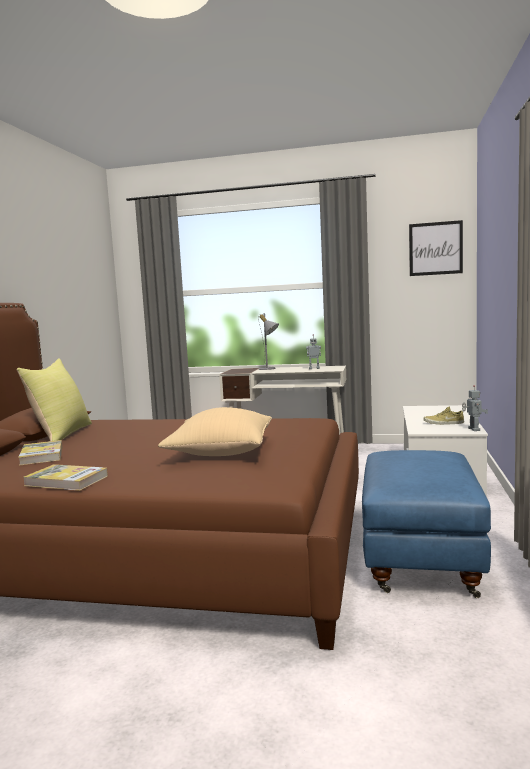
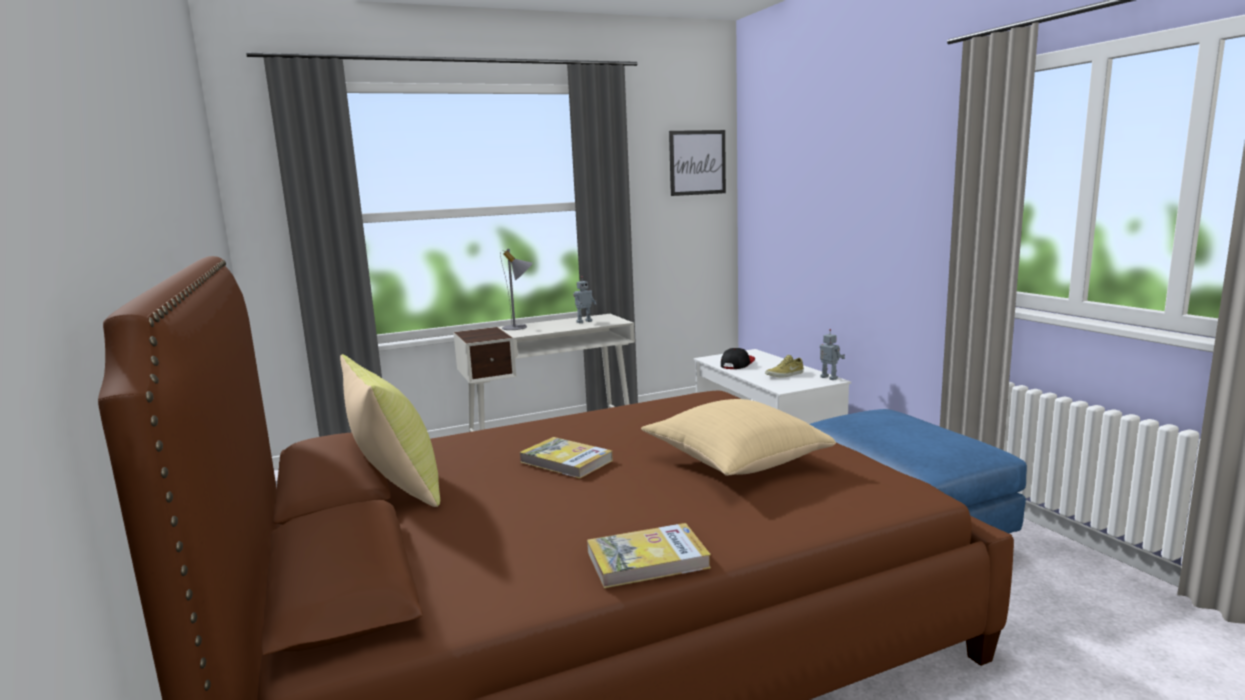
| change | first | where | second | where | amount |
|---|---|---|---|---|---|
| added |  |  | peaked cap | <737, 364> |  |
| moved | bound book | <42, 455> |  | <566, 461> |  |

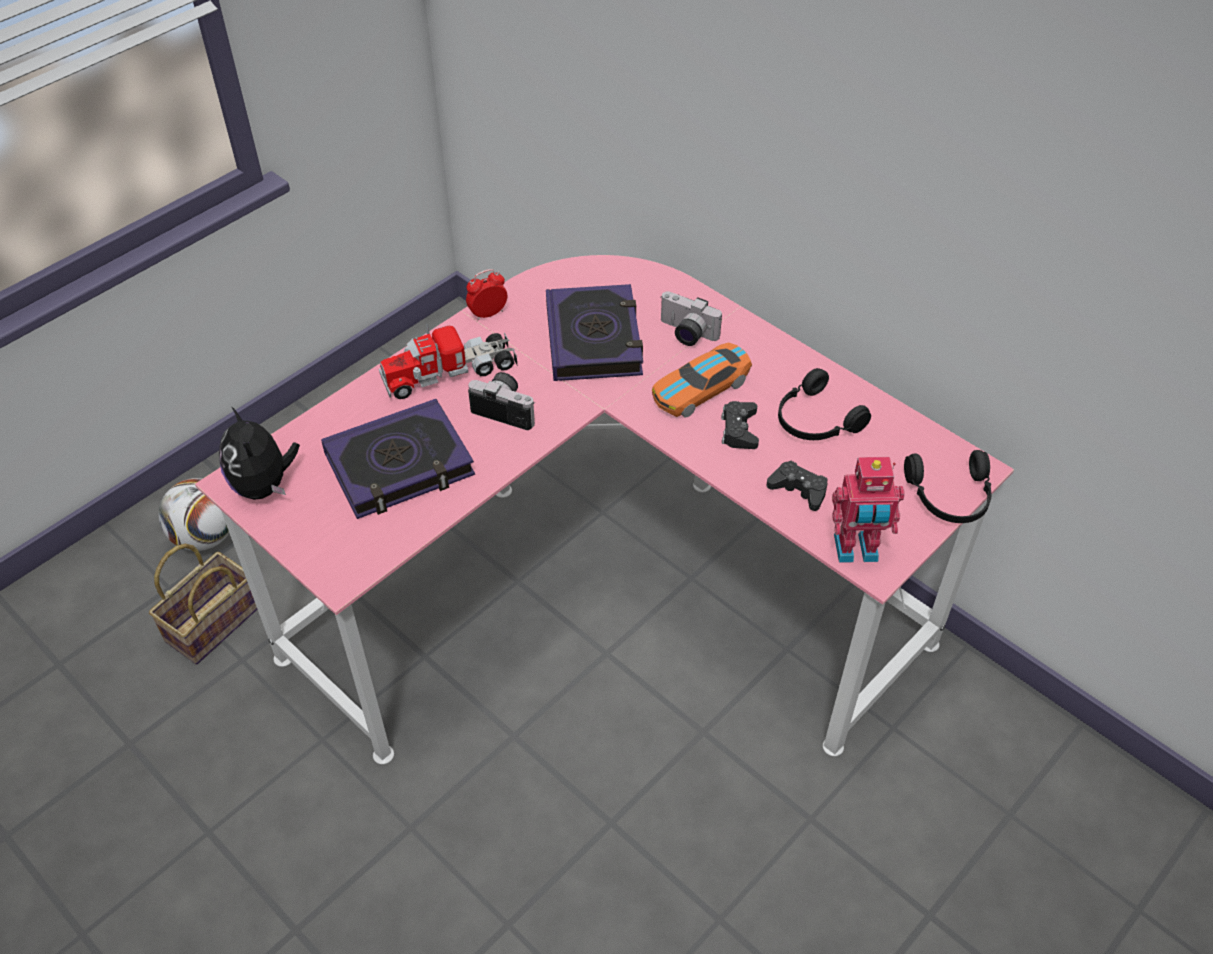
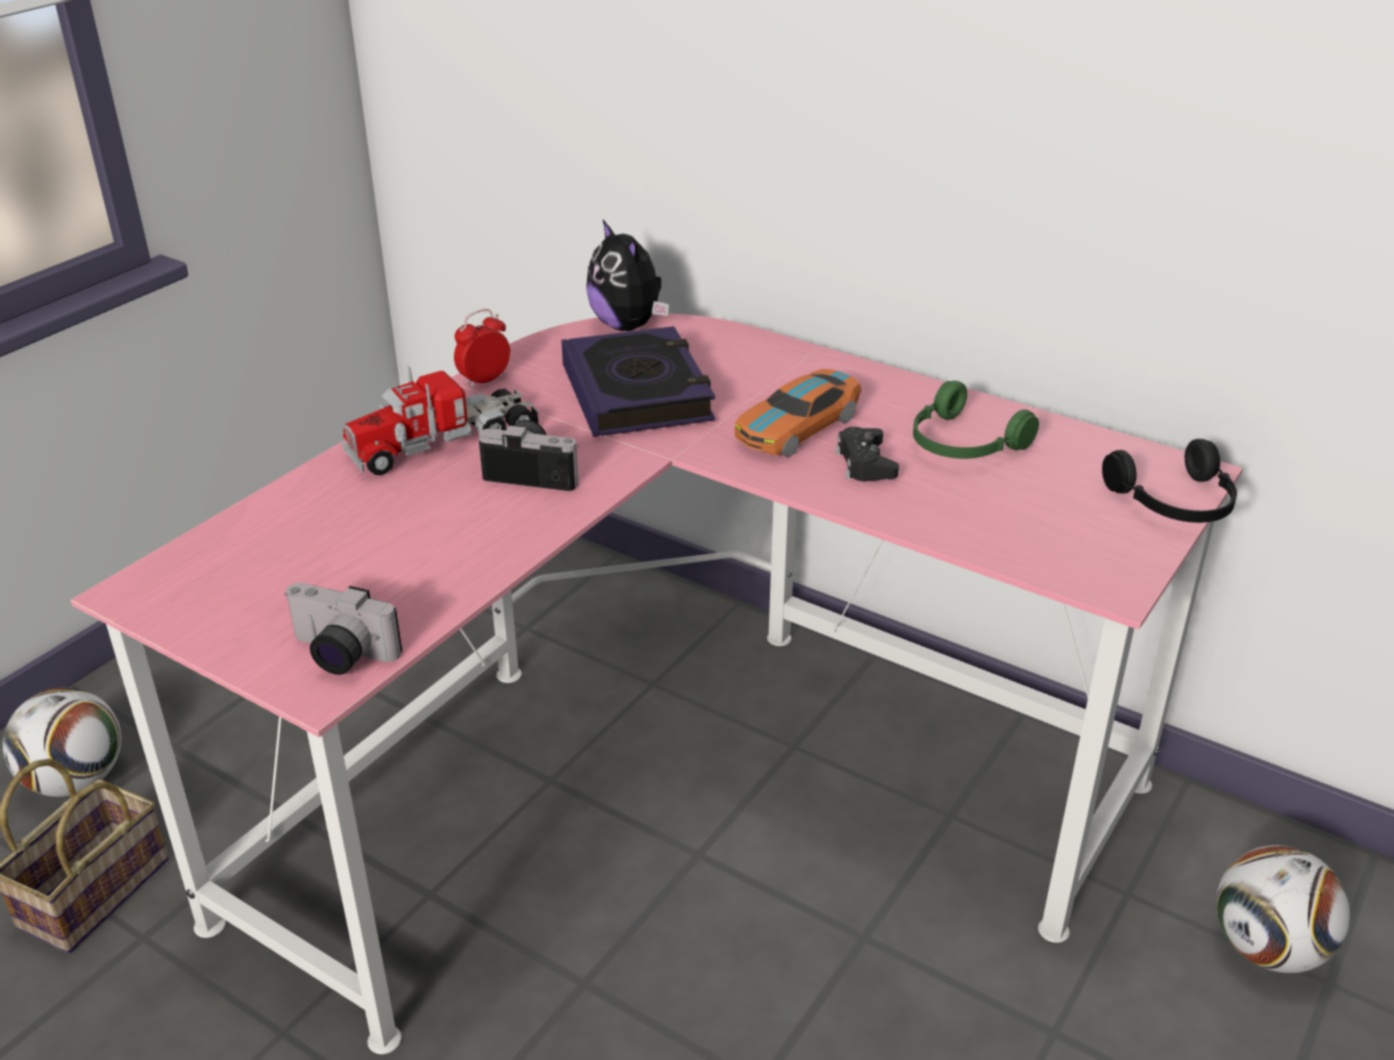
| change | first | where | second | where | amount |
|---|---|---|---|---|---|
| removed | bound book | <400, 466> |  |  |  |
| removed | gamepad (blackish) | <798, 490> |  |  |  |
| removed | model robot | <856, 551> |  |  |  |
| added |  |  | football ball | <1268, 949> |  |
| moved | soft toy | <264, 485> |  | <628, 326> |  |
| moved | photo camera | <685, 333> |  | <338, 655> |  |
| recoloured | headset (blackish) | <815, 420> | headset (greenish) | <962, 444> |  |

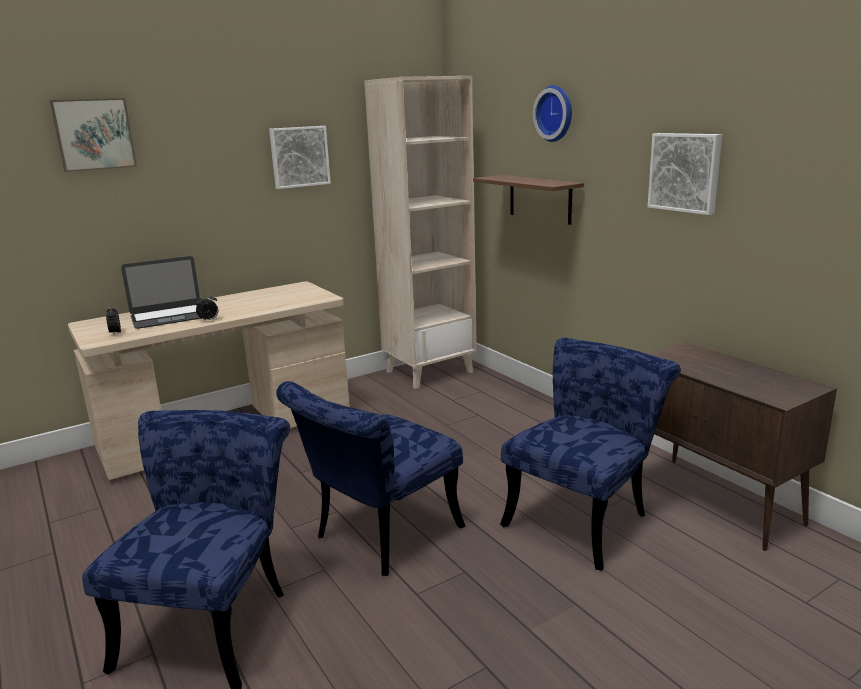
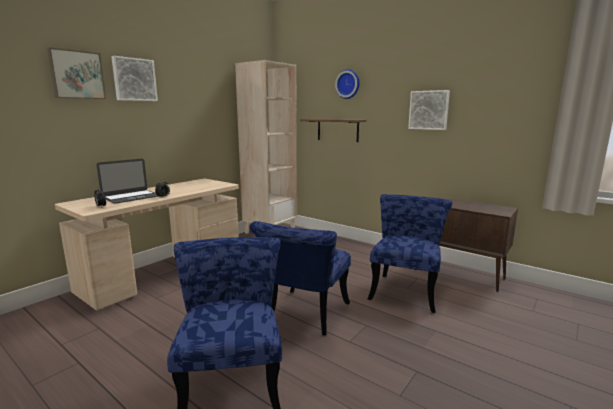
| change | first | where | second | where | amount |
|---|---|---|---|---|---|
| moved | wall art | <299, 156> |  | <134, 79> |  |

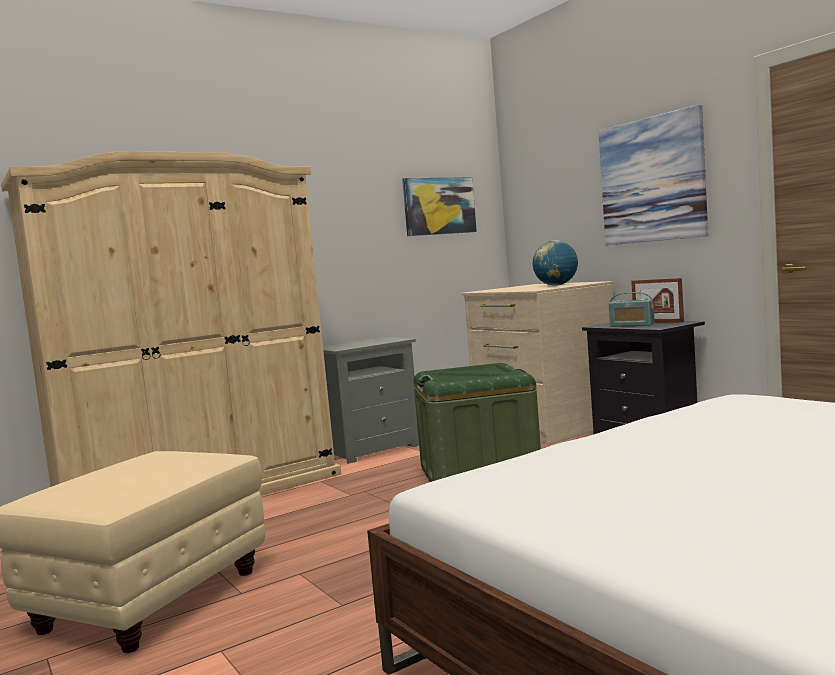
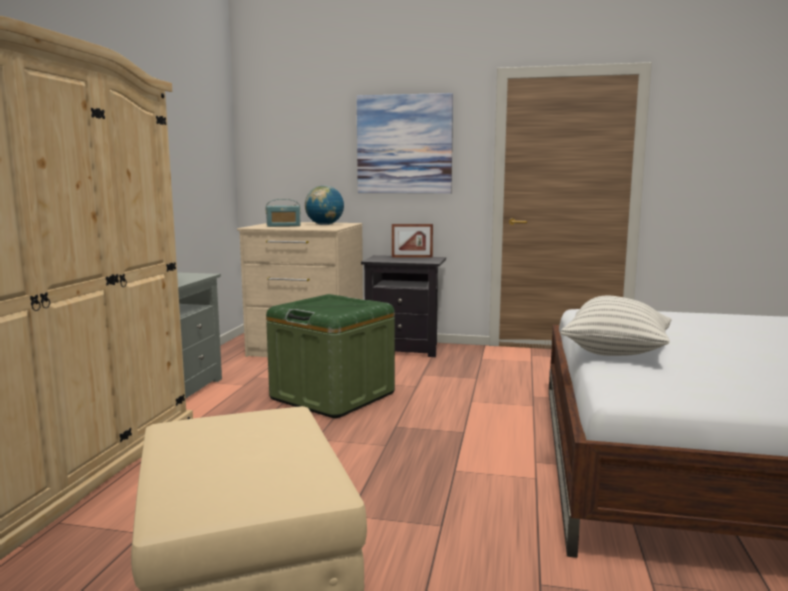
| change | first | where | second | where | amount |
|---|---|---|---|---|---|
| removed | wall art | <439, 206> |  |  |  |
| added |  |  | throw pillow | <616, 353> |  |
| moved | radio set | <632, 325> |  | <283, 226> |  |

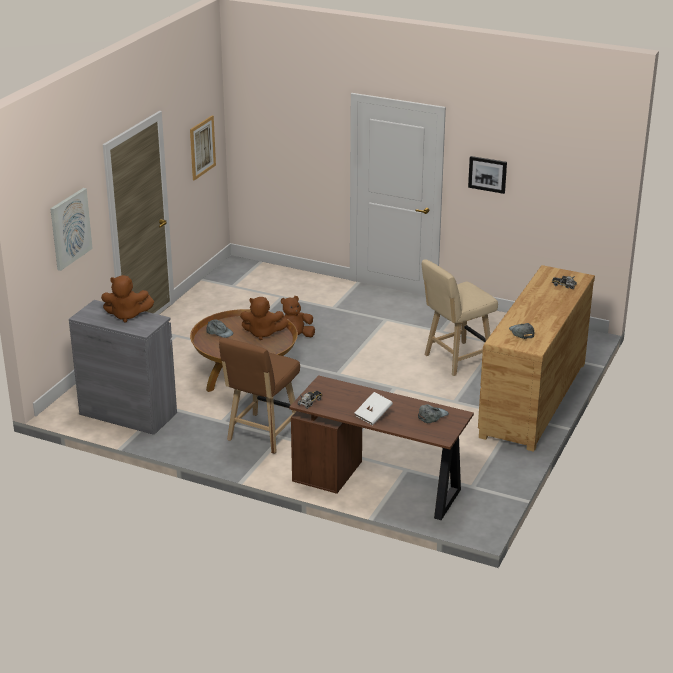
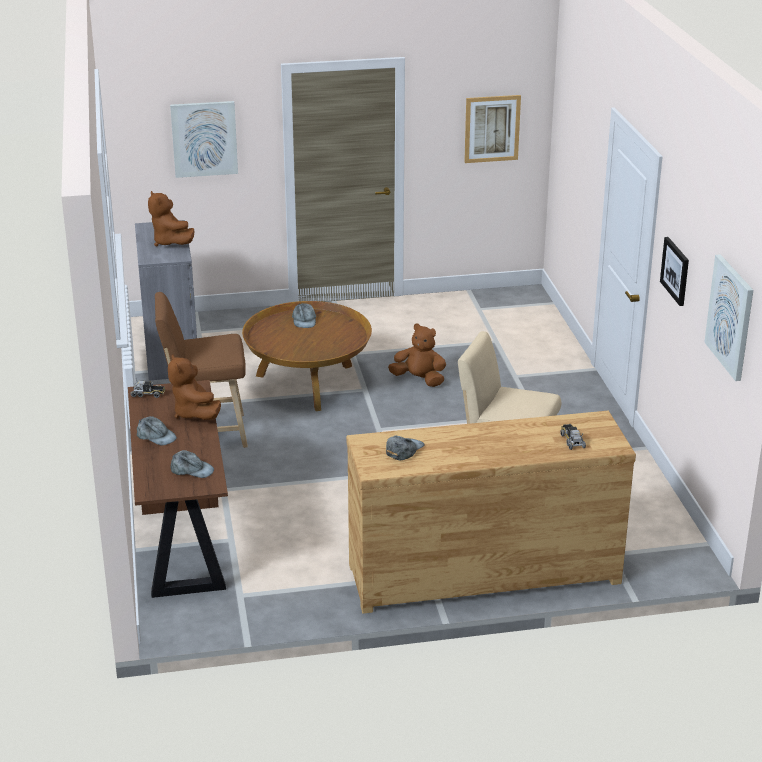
| change | first | where | second | where | amount |
|---|---|---|---|---|---|
| added |  |  | wall art | <730, 317> |  |
| moved | soft toy (brown) | <262, 333> |  | <194, 413> |  |
| replaced | bound book (white) | <373, 415> | peaked cap (grey) | <156, 436> |  |

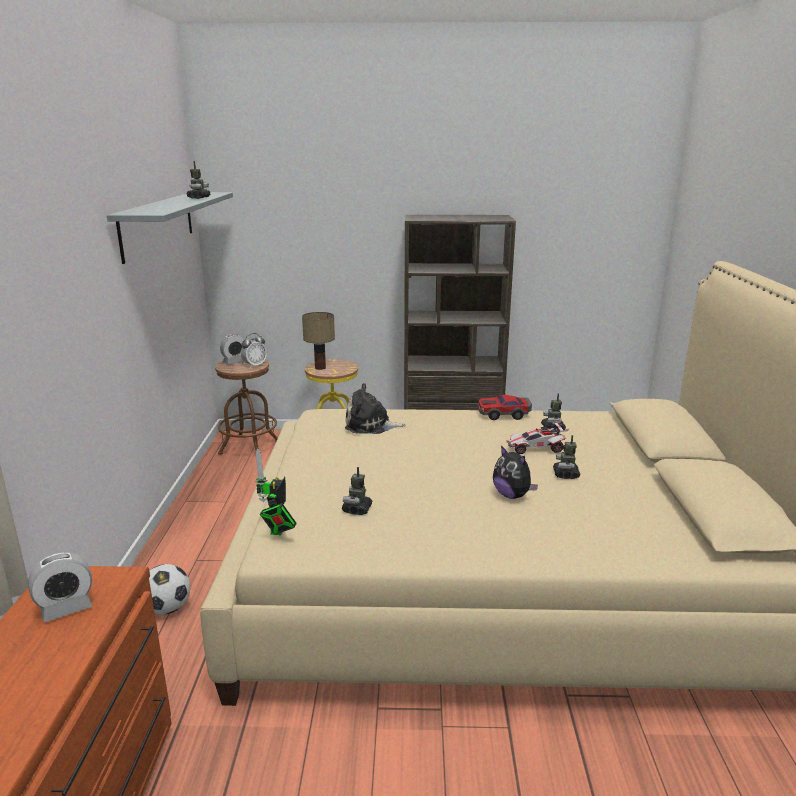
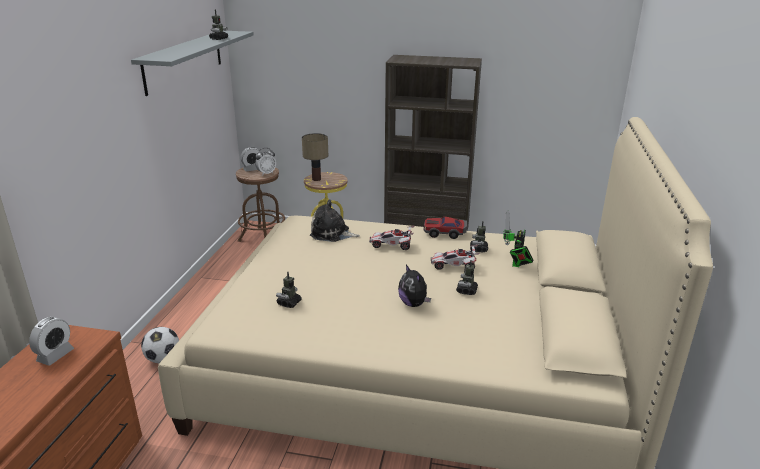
| change | first | where | second | where | amount |
|---|---|---|---|---|---|
| added |  |  | toy car | <391, 245> |  |
| moved | model robot | <278, 531> |  | <516, 264> |  |
| turned | table clock | <66, 608> |  | <55, 355> | 45 degrees counterclockwise |

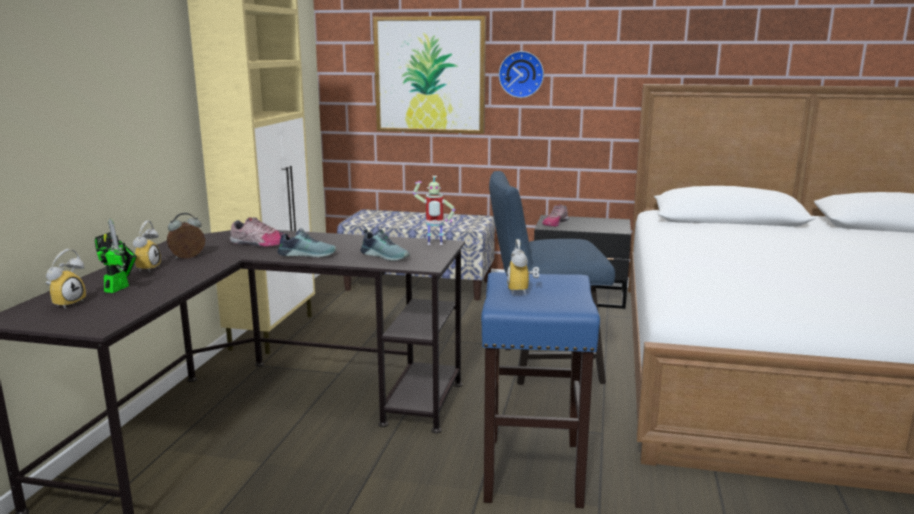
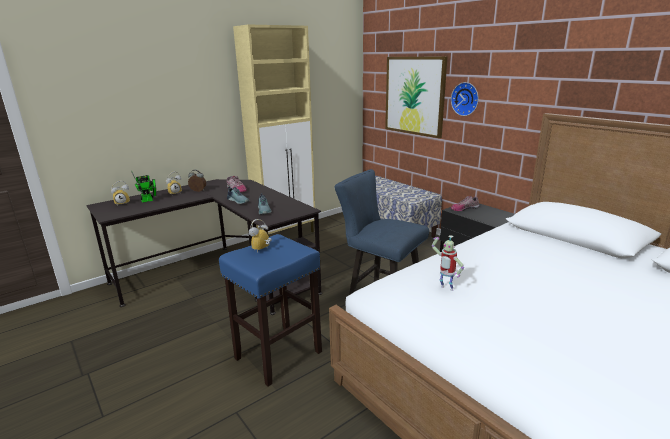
| change | first | where | second | where | amount |
|---|---|---|---|---|---|
| moved | model robot | <434, 245> |  | <445, 289> |  |

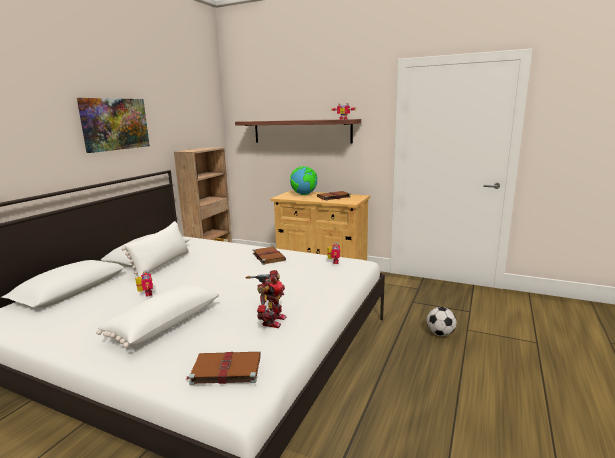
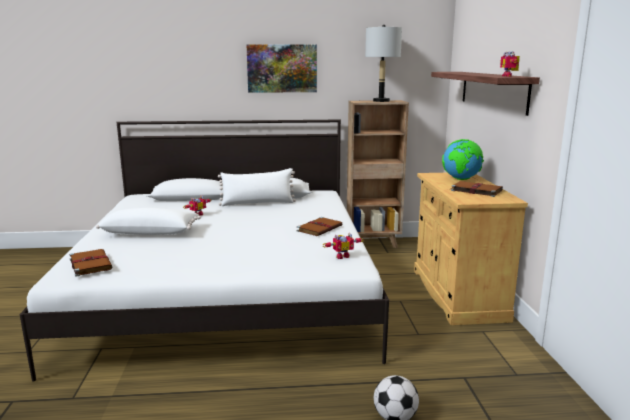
| change | first | where | second | where | amount |
|---|---|---|---|---|---|
| removed | model robot | <272, 321> |  |  |  |
| added |  |  | tabletop lamp (grey) | <381, 101> |  |

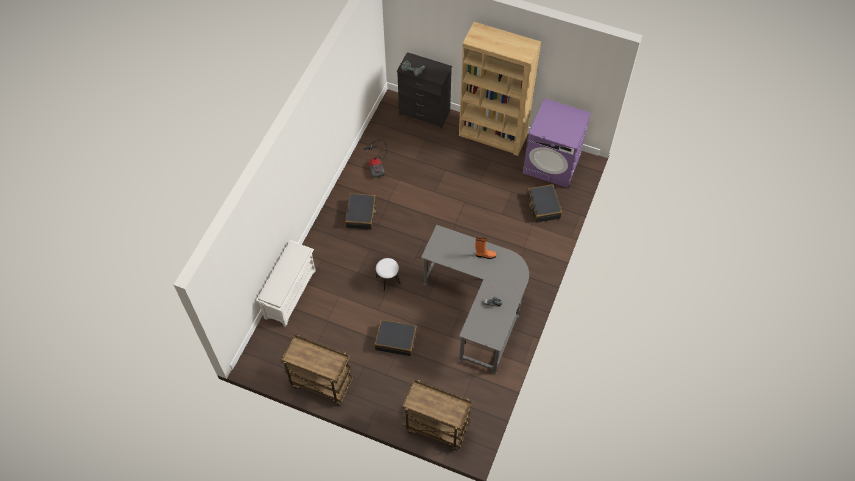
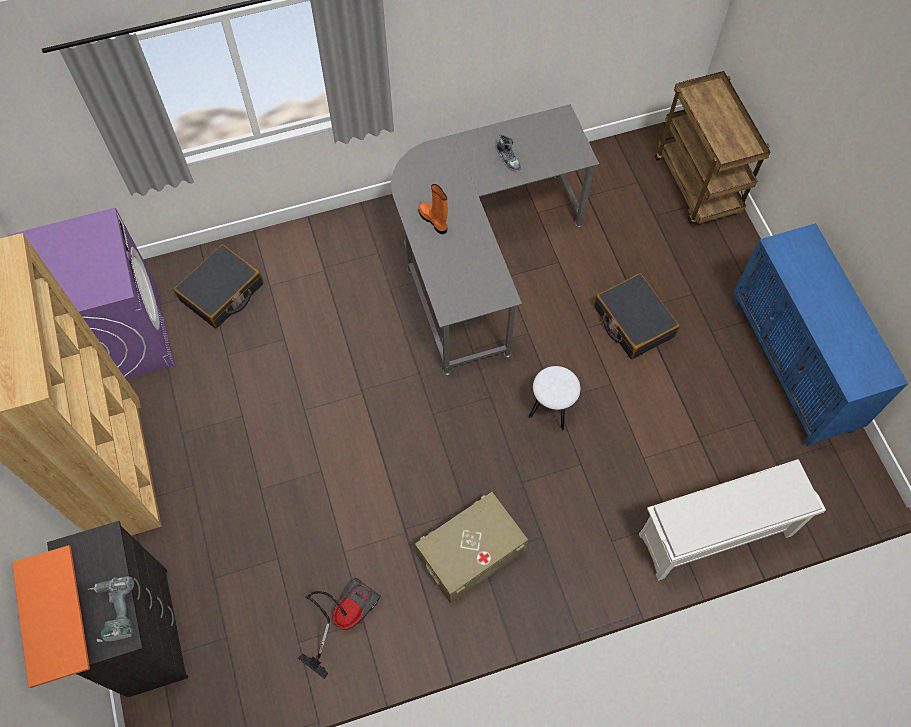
| change | first | where | second | where | amount |
|---|---|---|---|---|---|
| added |  |  | bracket shelf (orangey) | <29, 628> |  |
| replaced | wheeled cart (brown) | <320, 383> | cabinet (blue-coloured) | <793, 366> |  |
| replaced | travel case (blackish) | <361, 215> | storage container (sand-coloured) | <470, 553> |  |

